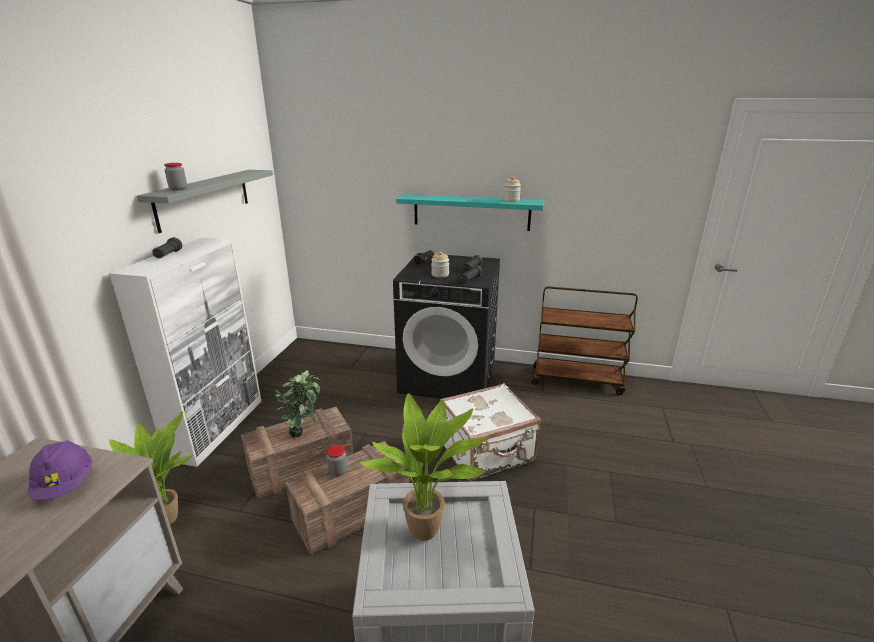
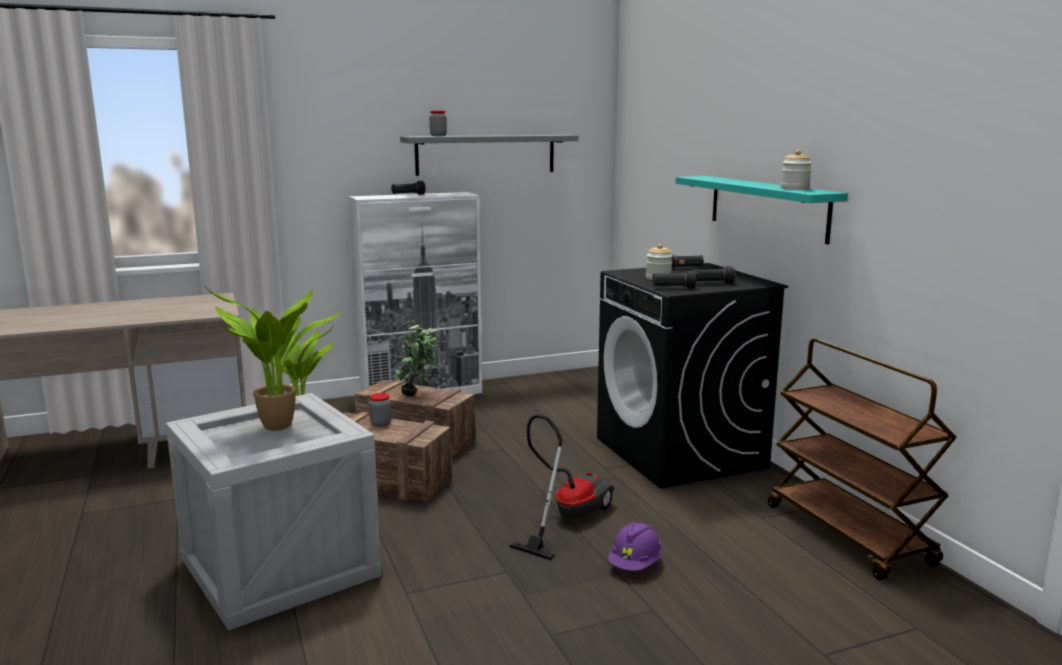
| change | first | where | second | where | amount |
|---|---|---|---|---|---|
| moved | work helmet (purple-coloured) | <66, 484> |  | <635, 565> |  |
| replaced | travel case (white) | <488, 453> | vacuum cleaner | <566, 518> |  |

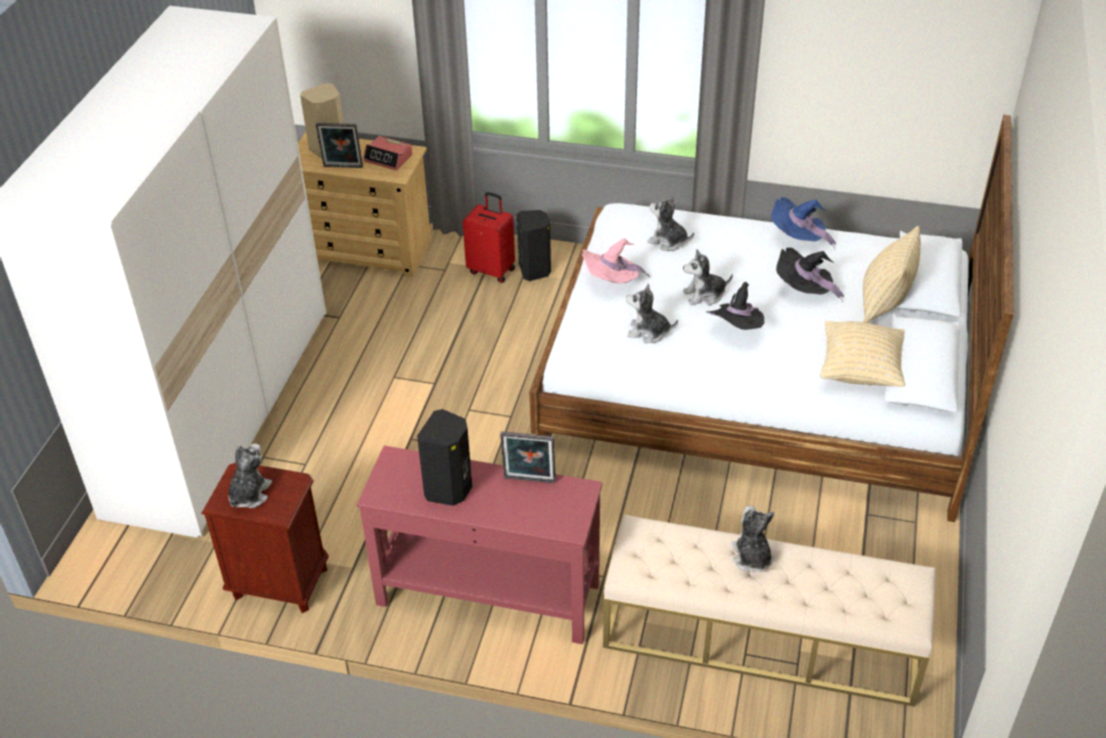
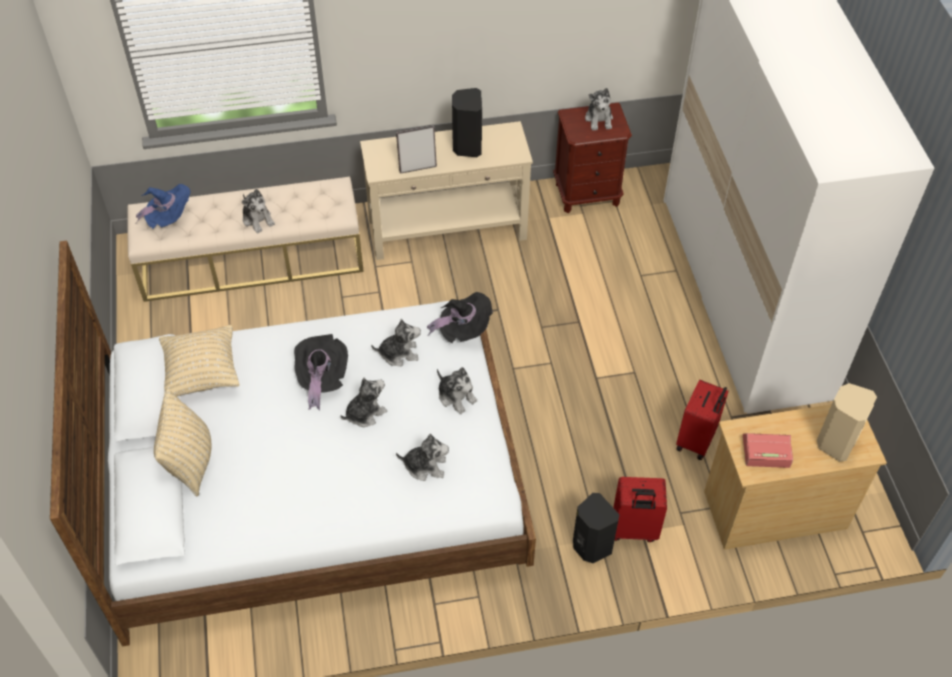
| change | first | where | second | where | amount |
|---|---|---|---|---|---|
| removed | picture frame | <342, 168> |  |  |  |
| added |  |  | travel case (red) | <697, 440> |  |
| moved | clothing hat (blue-coloured) | <798, 239> |  | <169, 219> |  |
| moved | clothing hat (blackish) | <804, 291> |  | <463, 330> |  |
| replaced | clothing hat (pinkish) | <612, 283> | soft toy | <456, 397> |  |
| recoloured | narrow table (red) | <487, 594> | narrow table (sand-coloured) | <448, 230> |  |

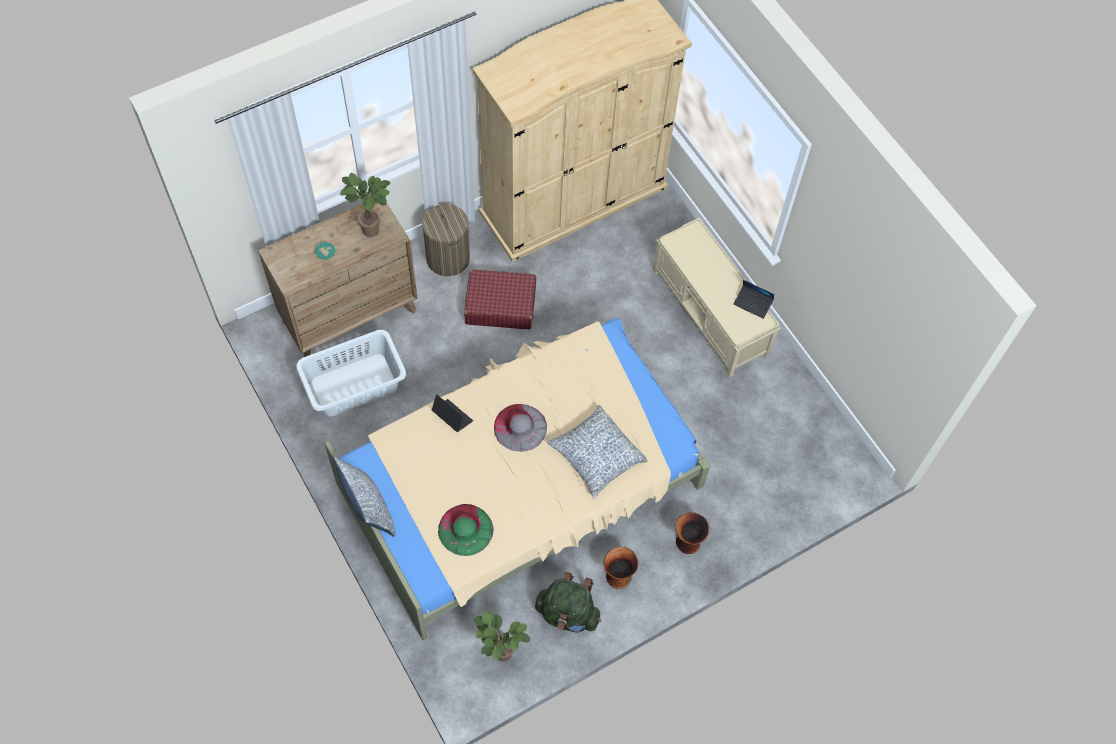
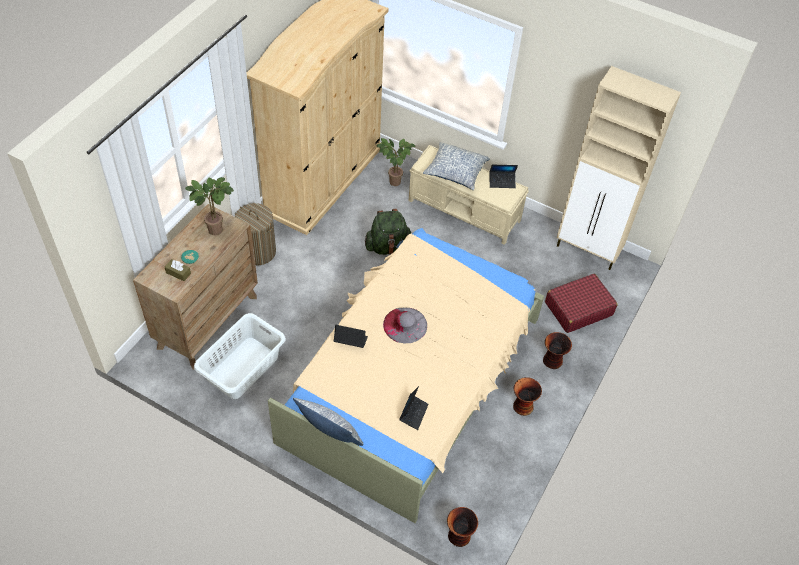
| change | first | where | second | where | amount |
|---|---|---|---|---|---|
| added |  |  | tissue holder (brown) | <178, 273> |  |
| added |  |  | decorative vase | <459, 536> |  |
| added |  |  | cabinet (sand-coloured) | <588, 250> |  |
| moved | travel case (red) | <500, 305> |  | <578, 309> |  |
| moved | plant in a pot | <500, 654> |  | <393, 183> |  |
| moved | knapsack (greenish) | <568, 613> |  | <388, 247> |  |
| moved | throw pillow | <596, 456> |  | <455, 172> |  |
| replaced | clothing hat (greenish) | <465, 529> | laptop | <413, 413> |  |

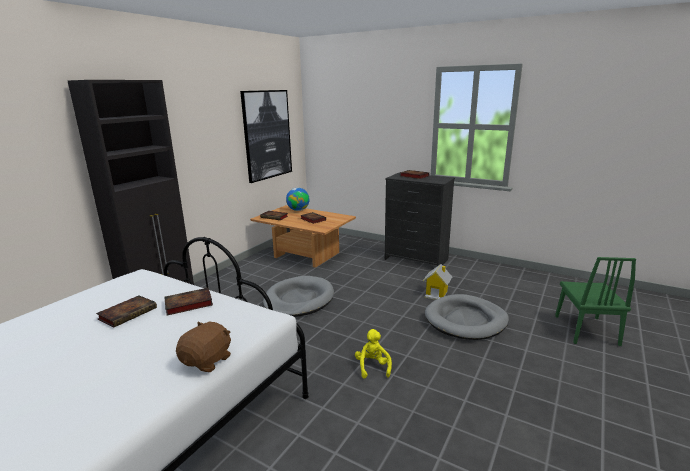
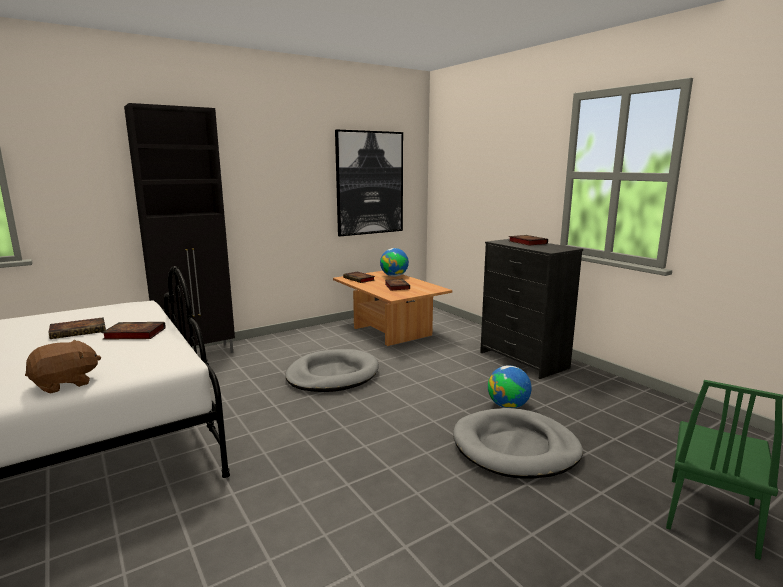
| change | first | where | second | where | amount |
|---|---|---|---|---|---|
| removed | soft toy (yellow) | <372, 367> |  |  |  |
| replaced | model house | <436, 294> | globe | <508, 406> |  |

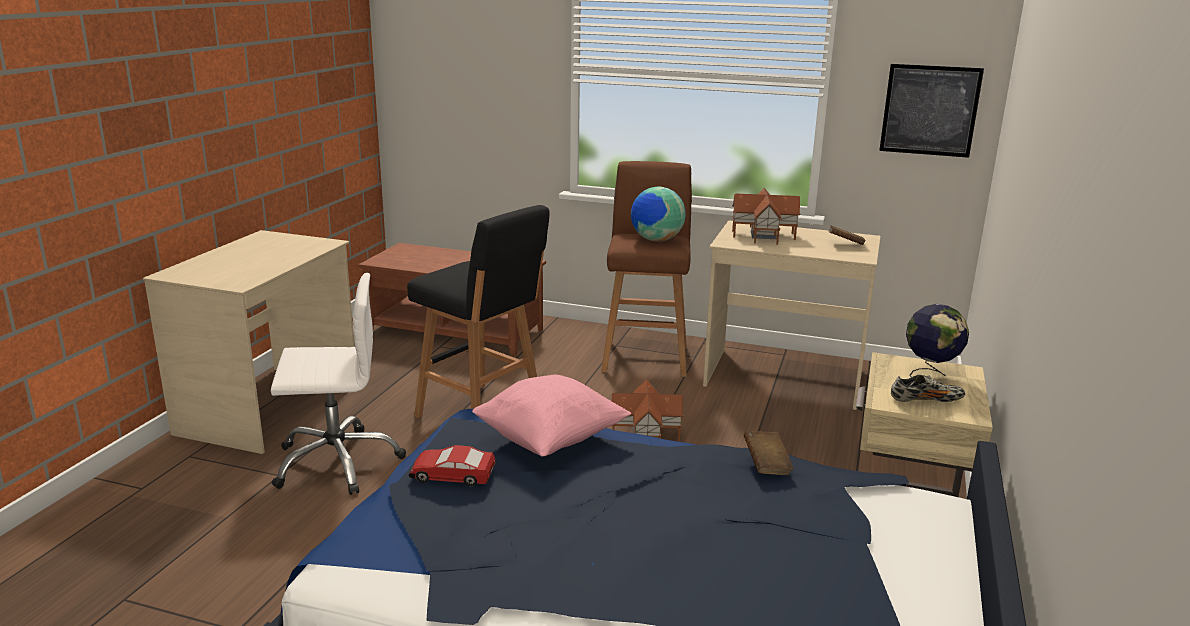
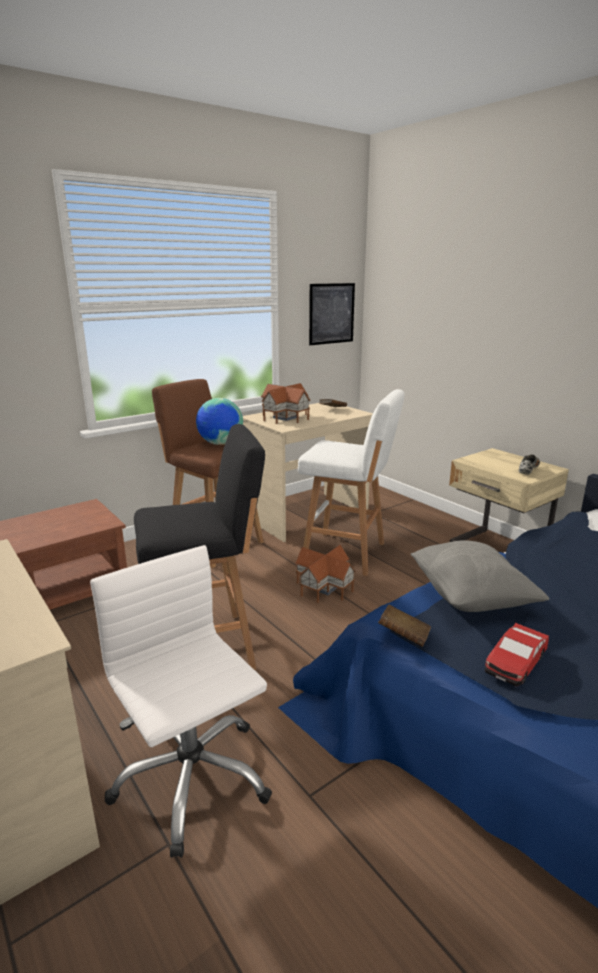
| change | first | where | second | where | amount |
|---|---|---|---|---|---|
| removed | globe | <930, 374> |  |  |  |
| added |  |  | stool seat (white) | <347, 554> |  |
| moved | bound book (brown) | <766, 465> |  | <403, 636> |  |
| recoloured | throw pillow (pinkish) | <550, 441> | throw pillow (grey) | <470, 598> |  |
| turned | office chair (white) | <337, 462> |  | <191, 778> | 60 degrees counterclockwise |

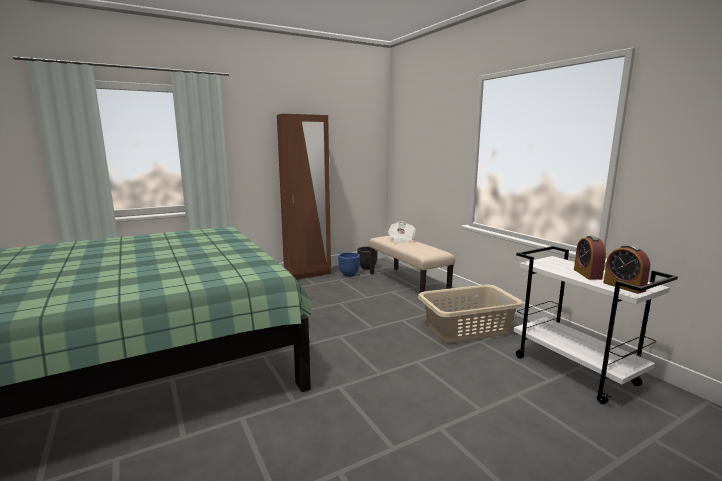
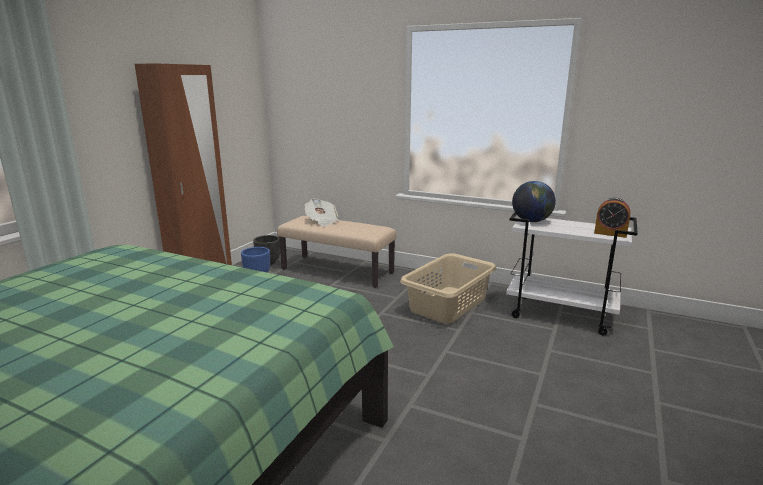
| change | first | where | second | where | amount |
|---|---|---|---|---|---|
| removed | table clock | <587, 274> |  |  |  |
| added |  |  | globe | <531, 221> |  |

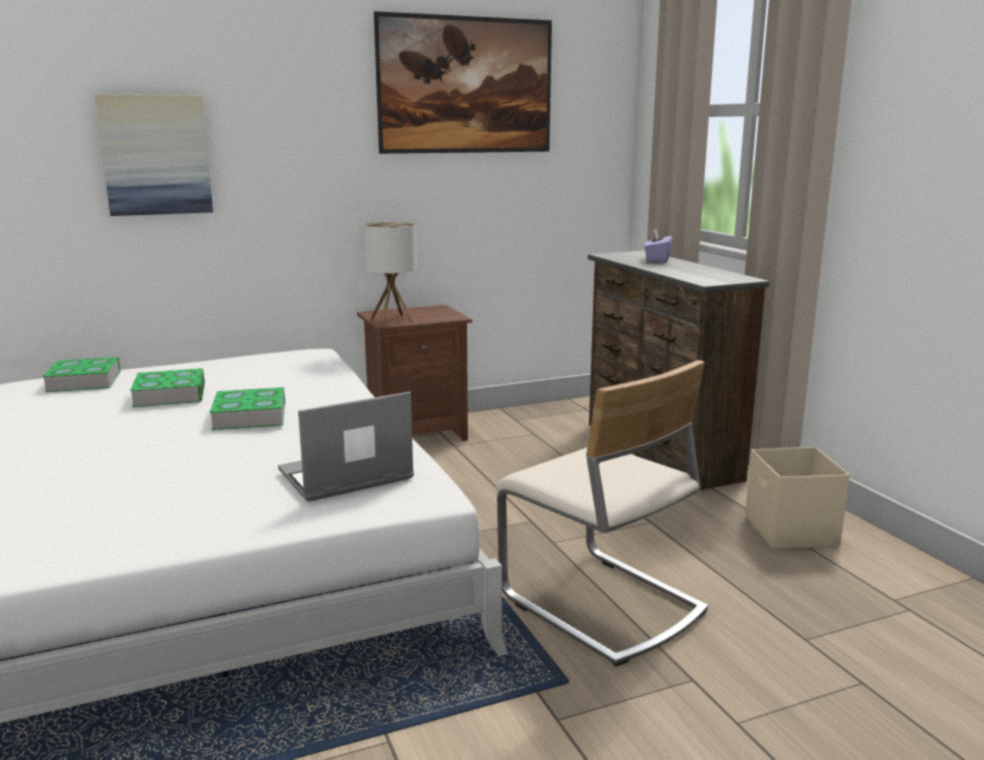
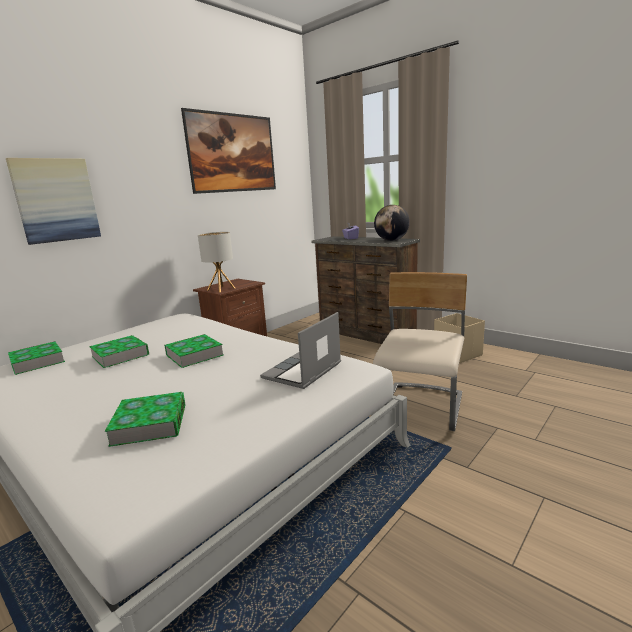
| change | first | where | second | where | amount |
|---|---|---|---|---|---|
| added |  |  | bound book | <150, 424> |  |
| added |  |  | globe | <391, 240> |  |
| turned | upright chair (sand-coloured) | <600, 604> |  | <421, 408> | 90 degrees counterclockwise |

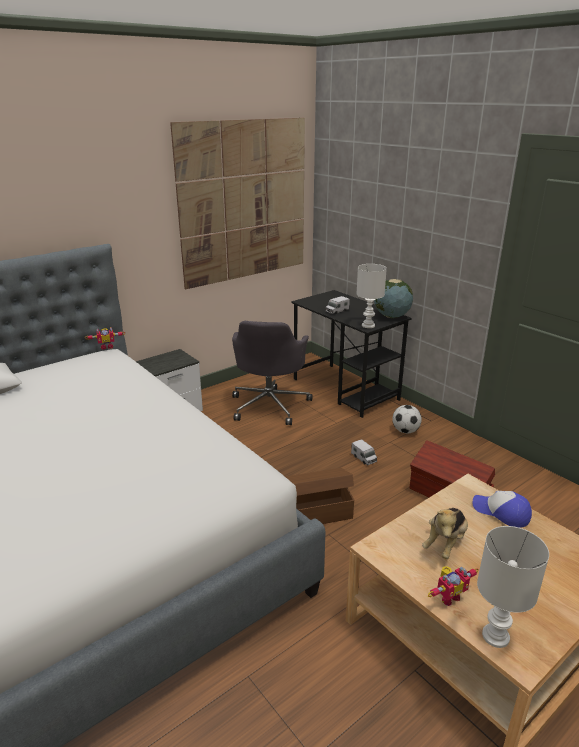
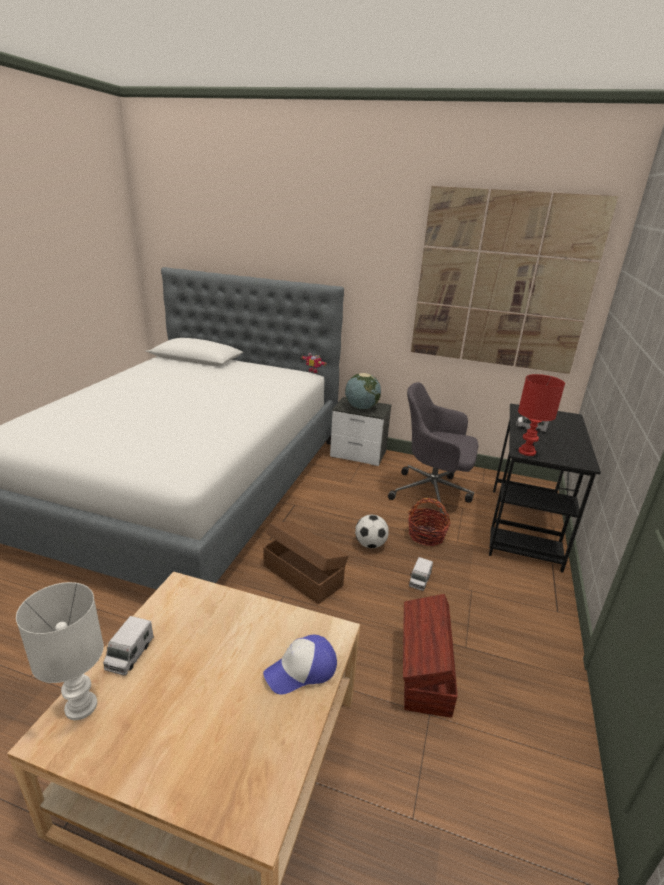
| change | first | where | second | where | amount |
|---|---|---|---|---|---|
| removed | soft toy | <445, 543> |  |  |  |
| added |  |  | basket | <426, 535> |  |
| moved | globe | <391, 316> |  | <361, 407> |  |
| moved | football ball | <405, 431> |  | <370, 544> |  |
| replaced | model robot | <448, 596> | toy lorry | <129, 654> |  |
| recoloured | tabletop lamp (white) | <368, 325> | tabletop lamp (red) | <527, 452> |  |
| turned | office chair (grey) | <270, 405> |  | <432, 494> | 45 degrees clockwise |
| turned | peaked cap | <501, 512> |  | <301, 670> | 120 degrees counterclockwise |

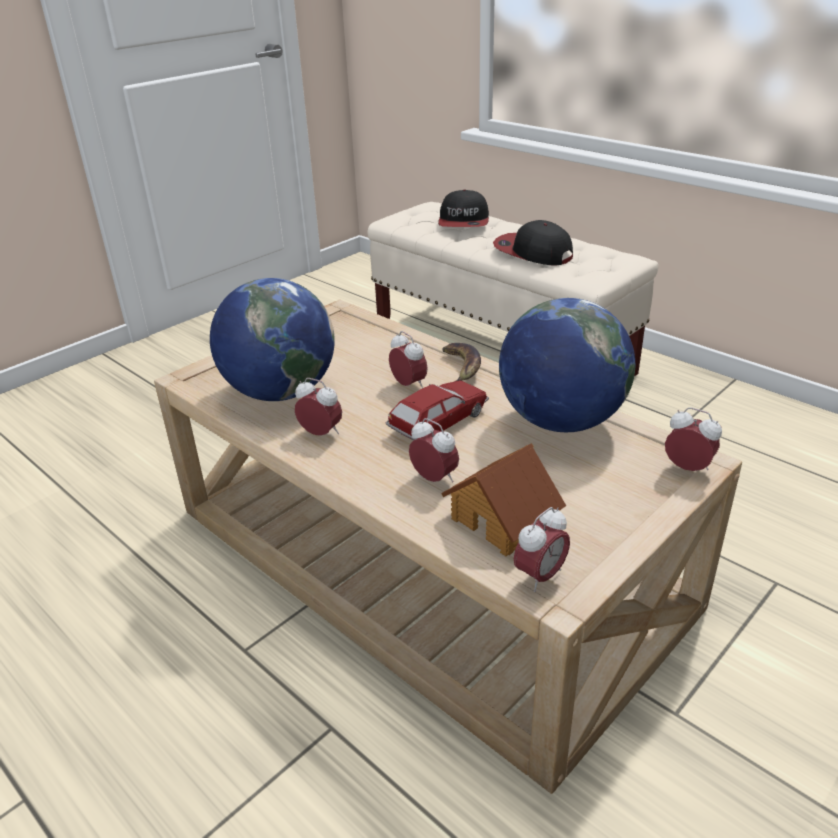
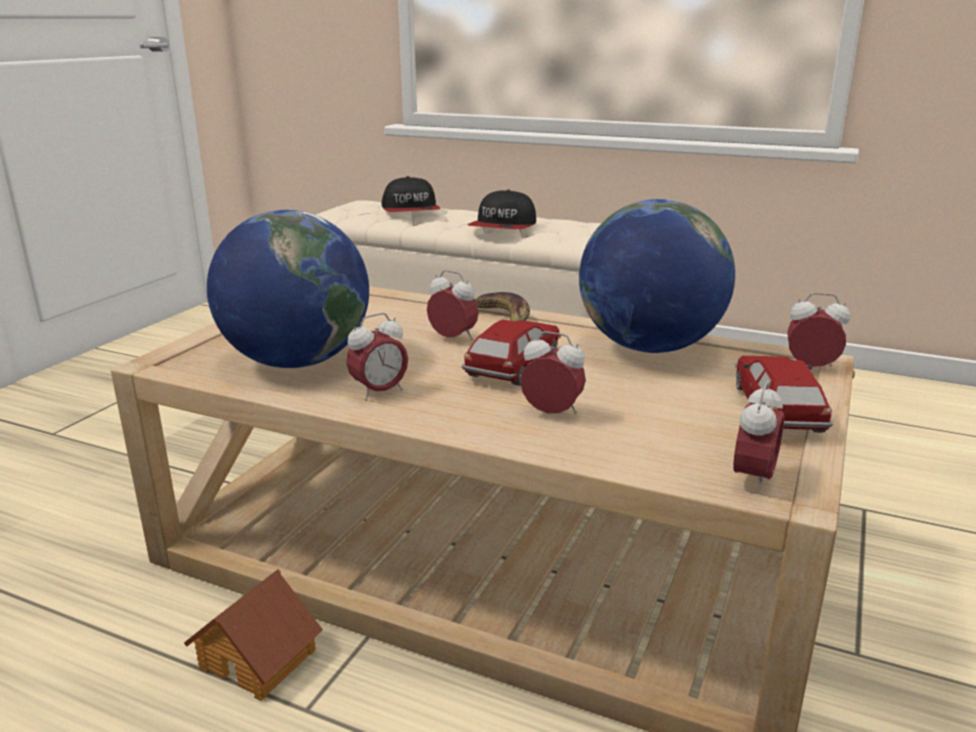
| change | first | where | second | where | amount |
|---|---|---|---|---|---|
| added |  |  | toy car | <776, 408> |  |
| moved | model house | <504, 519> |  | <259, 657> |  |
| turned | table clock | <321, 434> |  | <379, 392> | 135 degrees clockwise |
| turned | peaked cap | <532, 252> |  | <504, 227> | 90 degrees counterclockwise |

